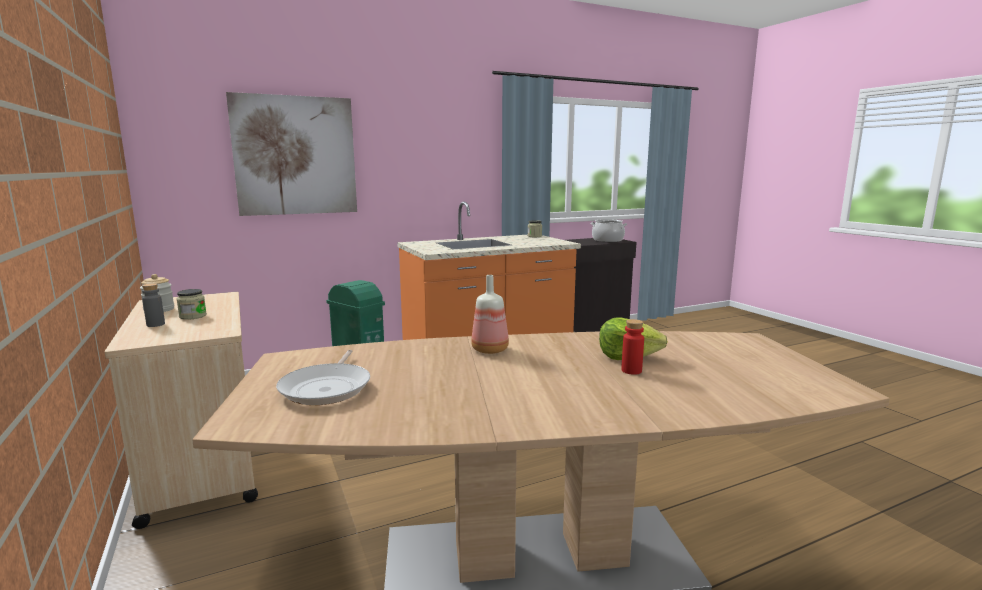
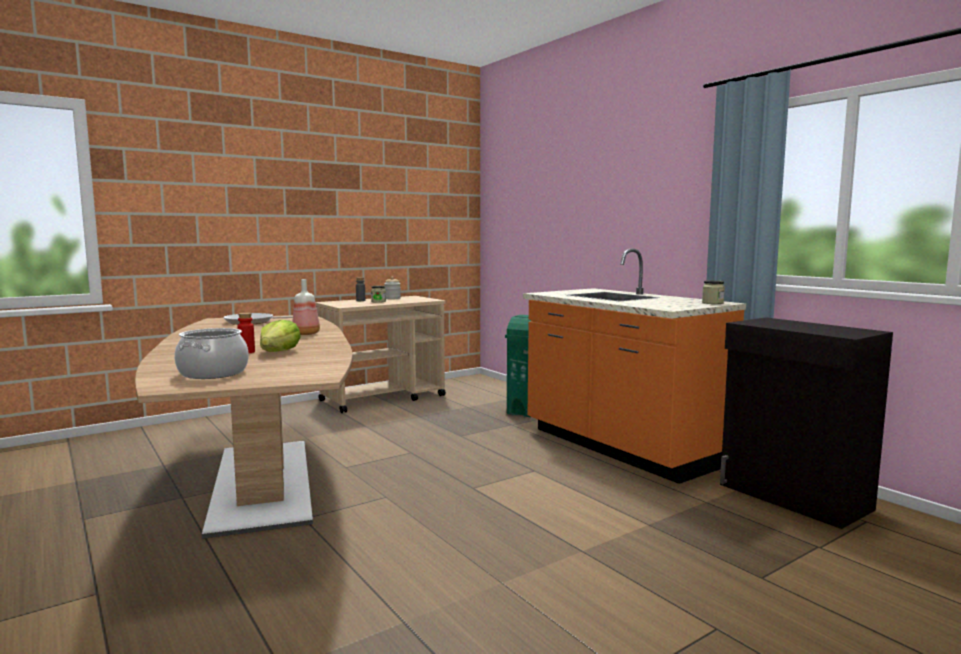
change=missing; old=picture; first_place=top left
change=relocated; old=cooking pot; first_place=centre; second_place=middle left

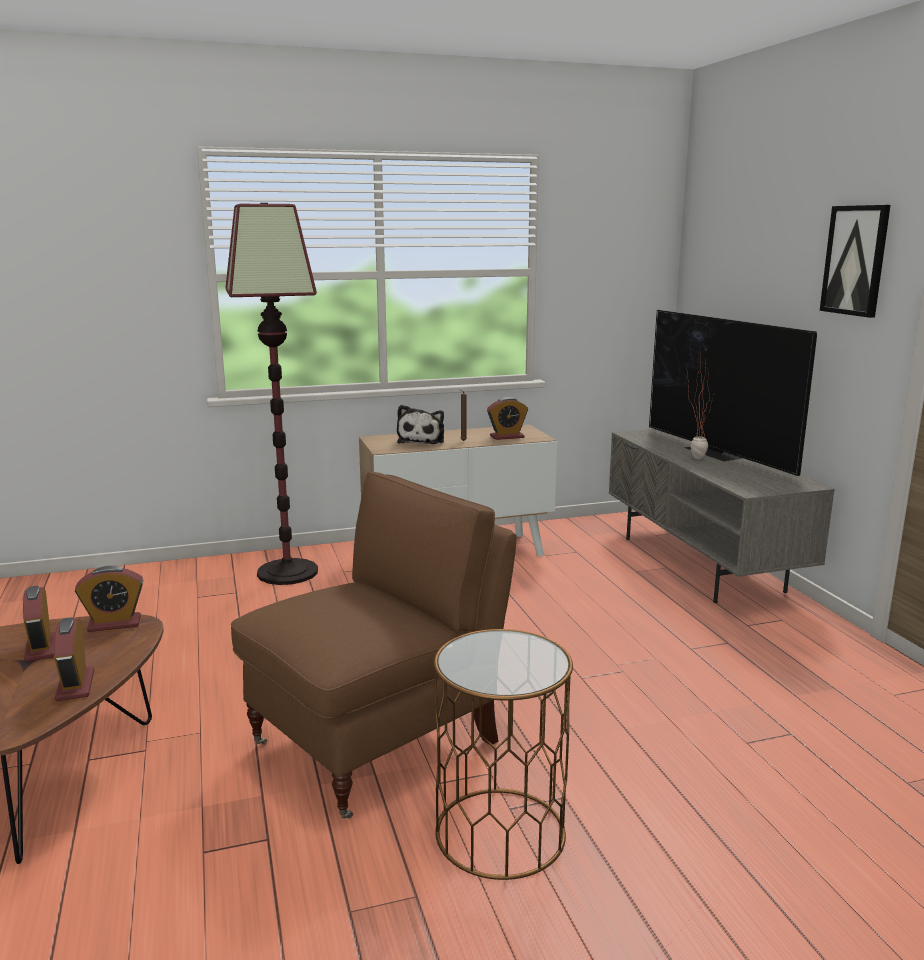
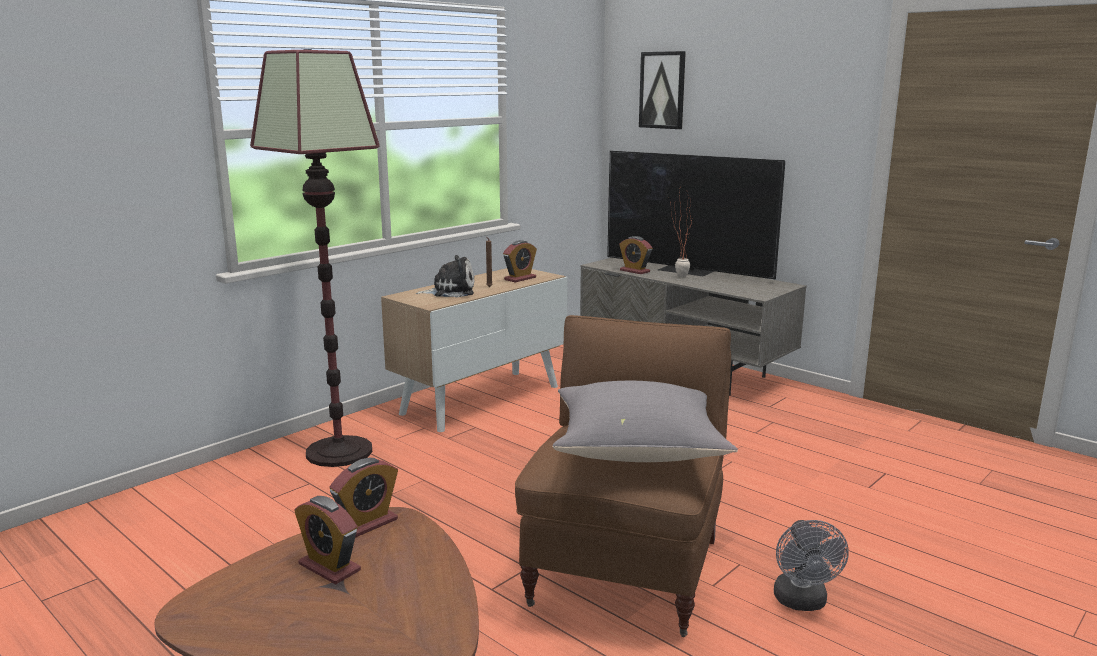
change=appeared; new=pillow/grey; second_place=centre
change=relocated; old=alarm clock (no. 2 from left in the first image); new=alarm clock (no. 4 from left); first_place=bottom left; second_place=centre
change=relocated; old=picture; first_place=top right; second_place=top centre
change=exchanged; old=side table/brown; new=fan/grey; first_place=bottom centre; second_place=bottom right
change=spun; old=plush toy; first_place=centre; second_place=centre; degrees=-75

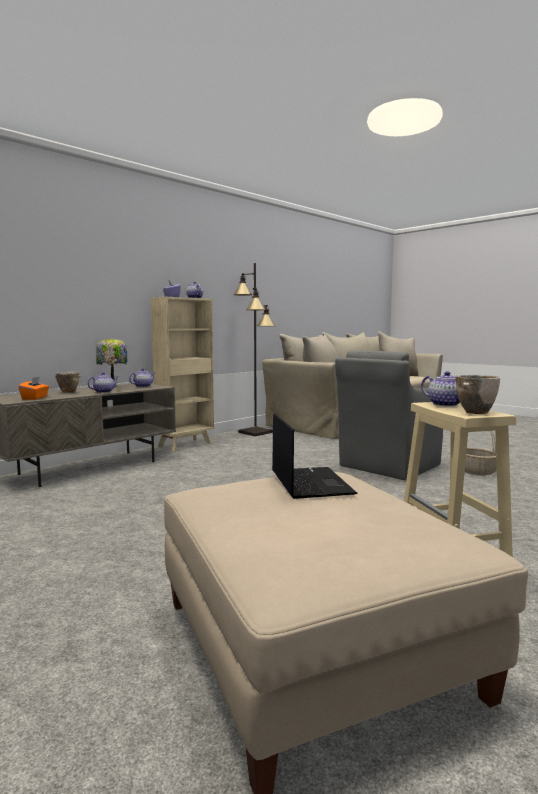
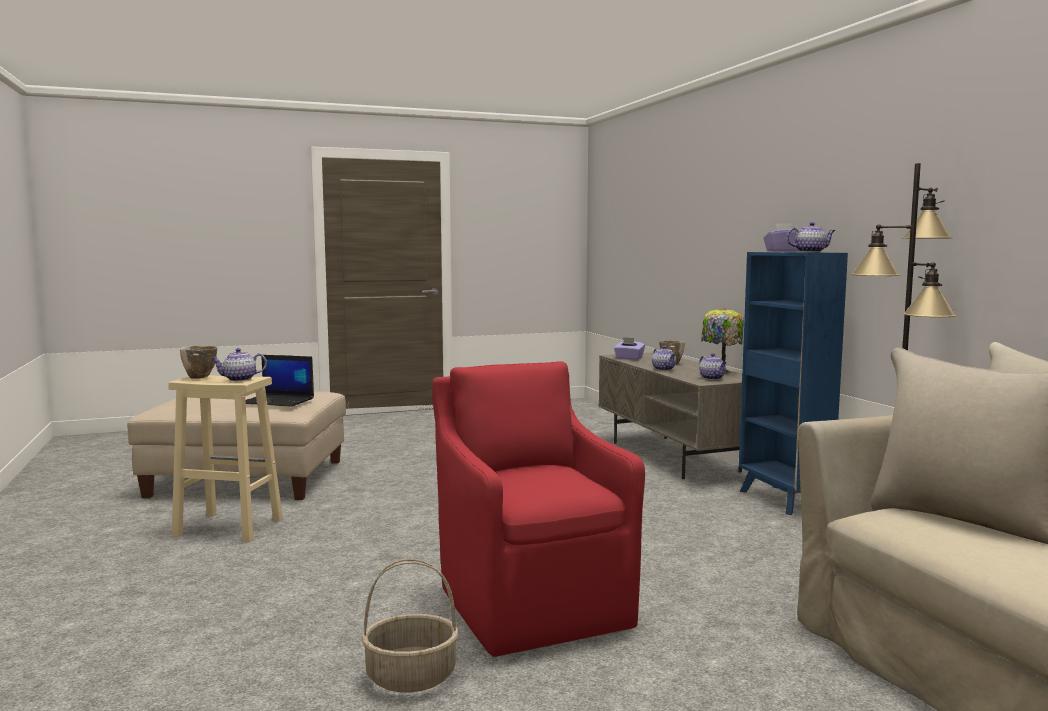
change=colour; old=tissue box/orange; new=tissue box/purple (no. 1 from left); first_place=middle left; second_place=centre
change=colour; old=bookcase/beige; new=bookcase/blue; first_place=centre; second_place=middle right
change=colour; old=armchair/grey; new=armchair/red; first_place=middle right; second_place=bottom centre

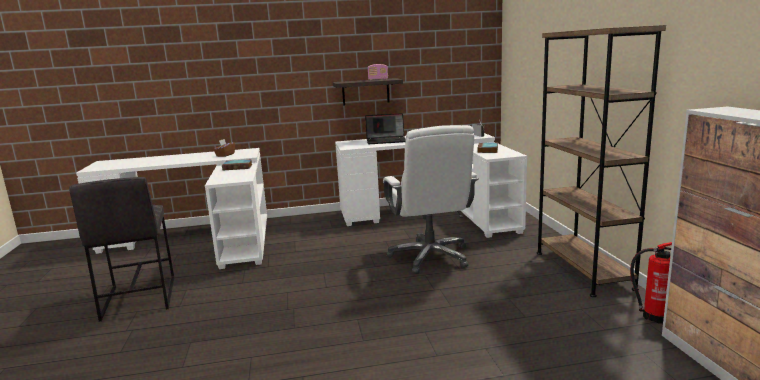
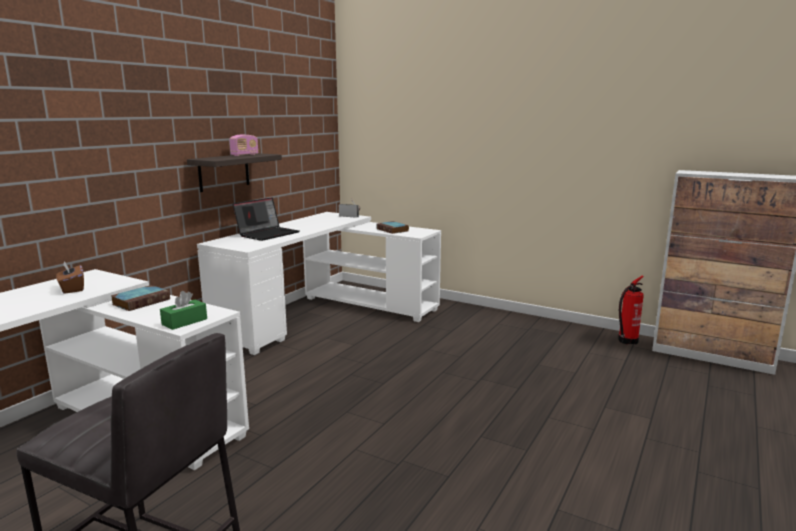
change=missing; old=office chair/white; first_place=centre
change=missing; old=bookcase/brown; first_place=middle right
change=appeared; new=tissue box/green; second_place=middle left

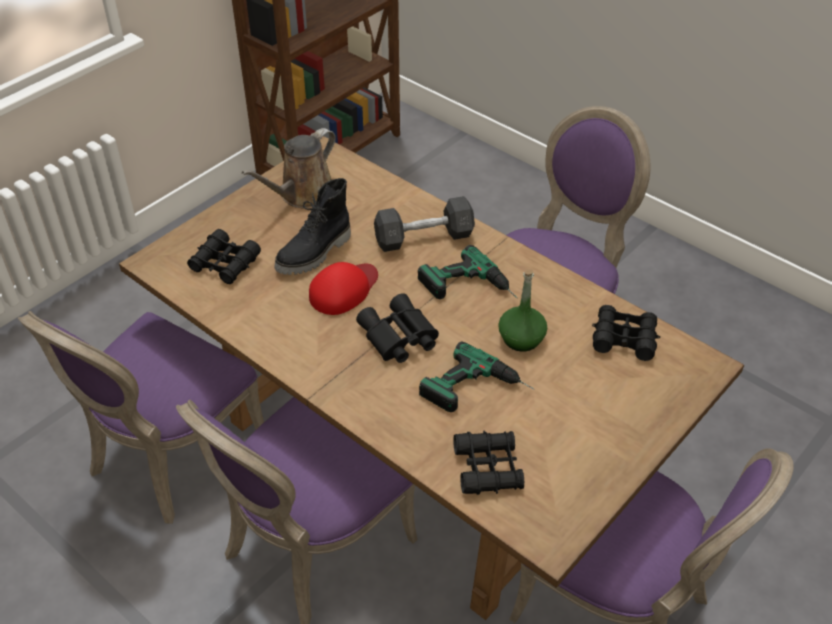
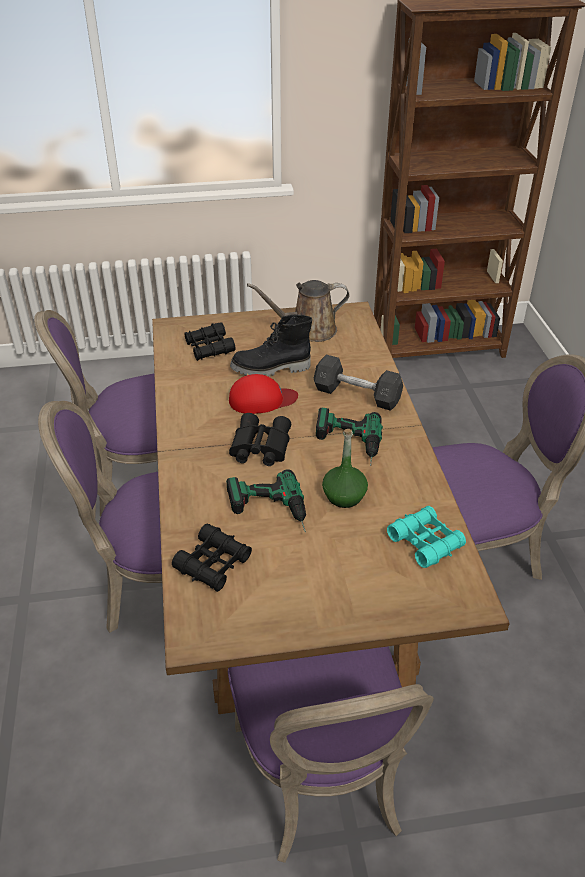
change=colour; old=binoculars/black (no. 4 from left); new=binoculars/turquoise; first_place=middle right; second_place=middle right

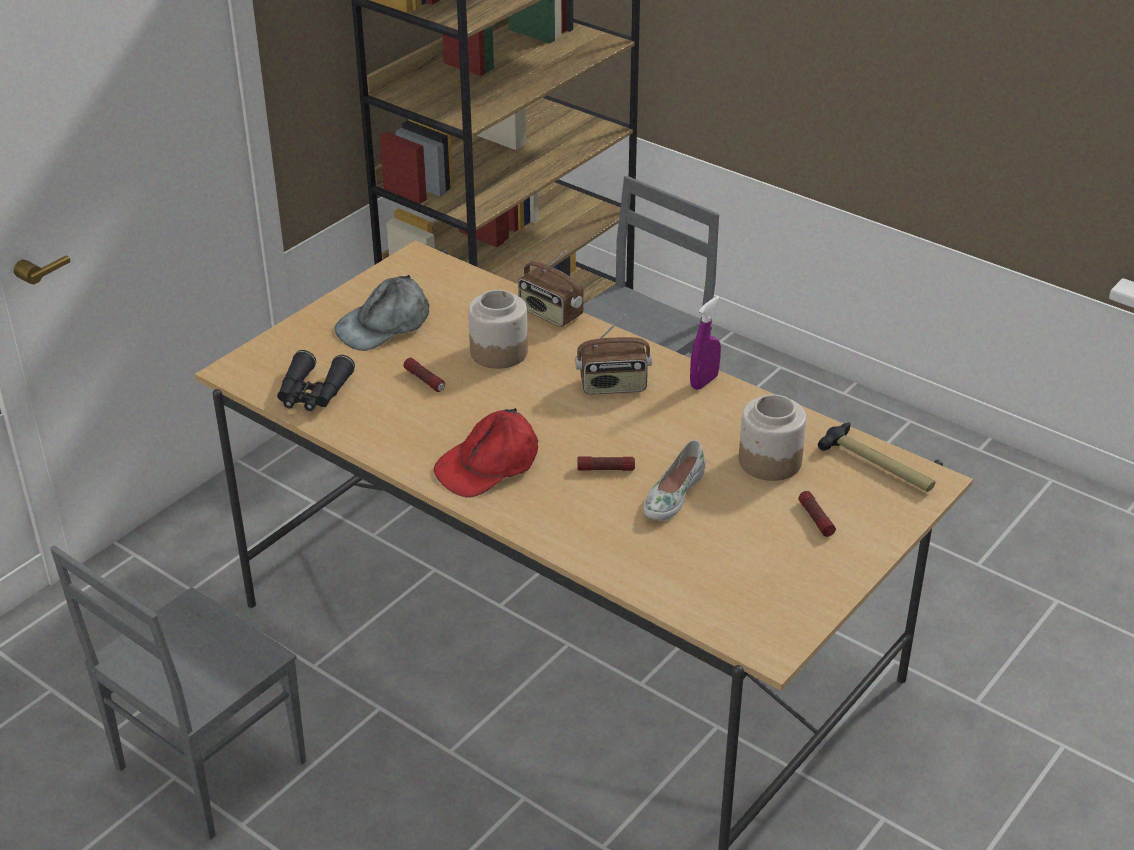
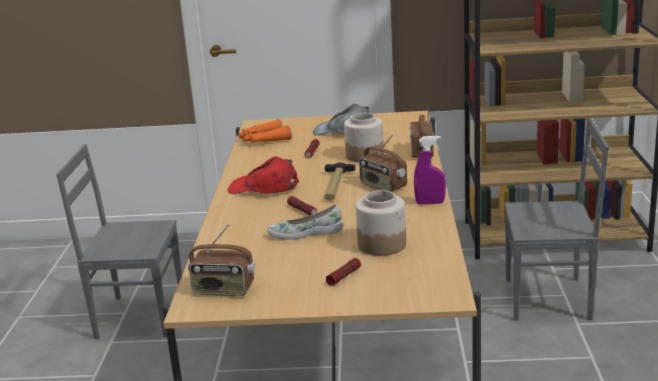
change=appeared; new=radio (no. 1 from left); second_place=bottom centre
change=relocated; old=hammer; first_place=middle right; second_place=centre
change=colour; old=binoculars/black; new=binoculars/orange; first_place=middle left; second_place=centre

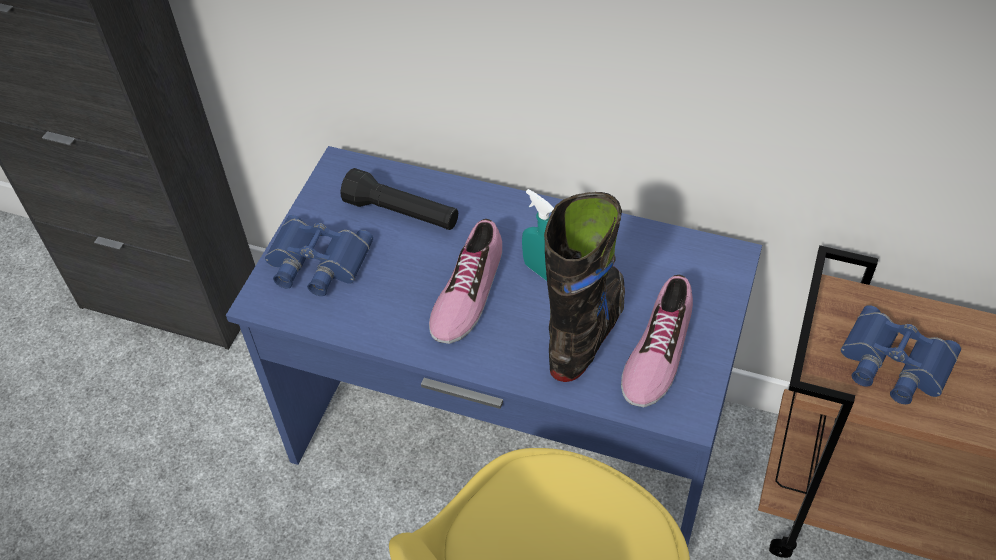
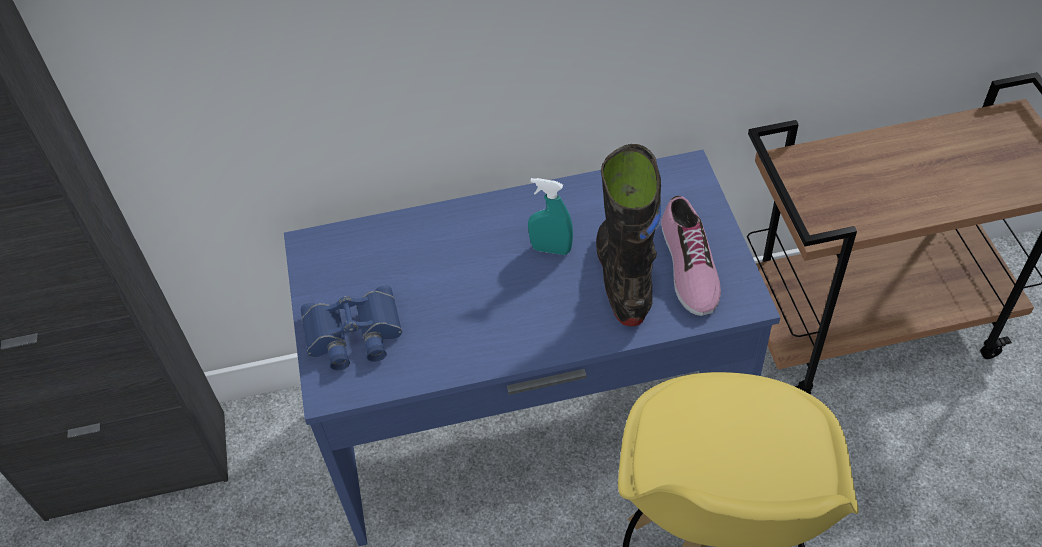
change=missing; old=flashlight/black; first_place=centre
change=missing; old=shoe (no. 1 from left); first_place=centre
change=missing; old=binoculars/blue (no. 2 from left); first_place=middle right

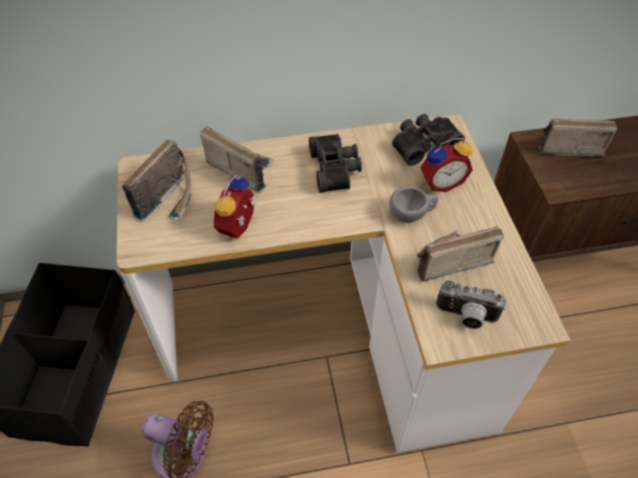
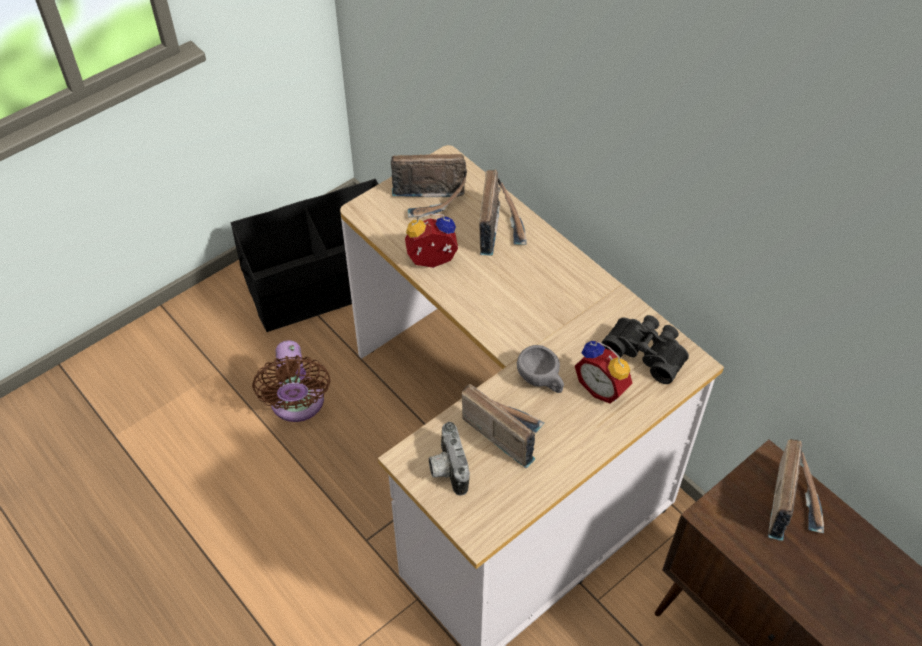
change=missing; old=binoculars/black (no. 1 from left); first_place=centre
change=spun; old=radio (no. 4 from left); first_place=top right; second_place=bottom right; degrees=45

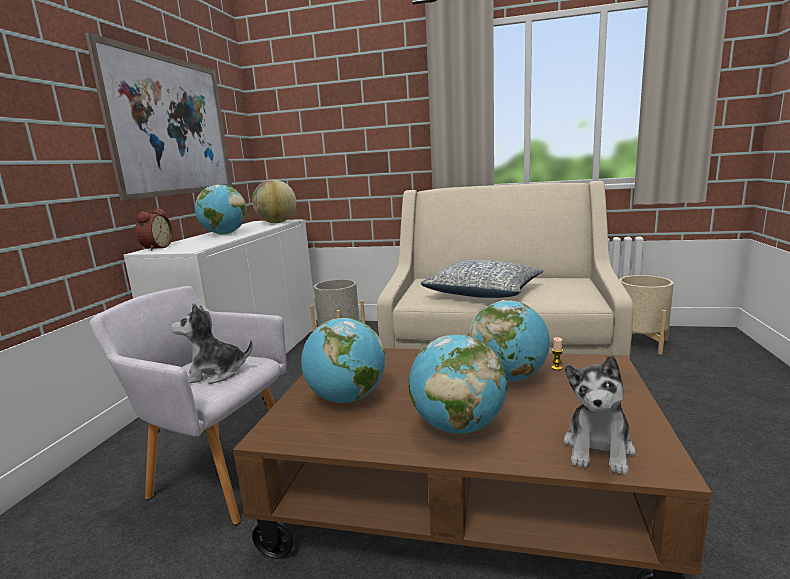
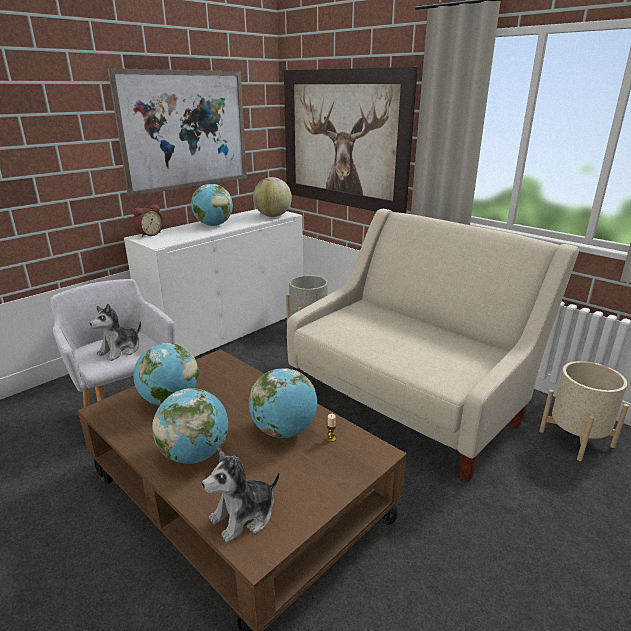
change=missing; old=pillow; first_place=centre
change=appeared; new=picture (no. 2 from left); second_place=top centre
change=spun; old=plush toy (no. 1 from left); first_place=middle left; second_place=middle left; degrees=-75

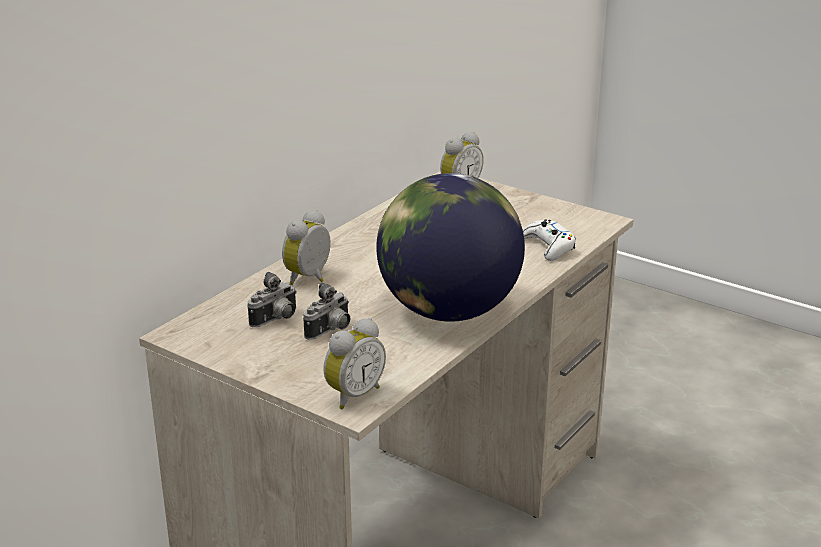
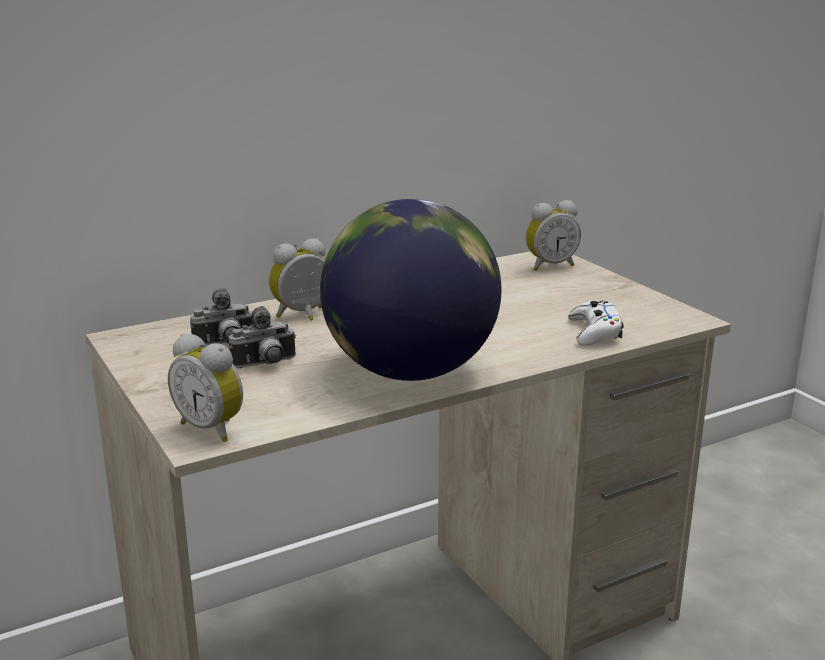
change=spun; old=alarm clock (no. 2 from left in the first image); first_place=centre; second_place=middle left; degrees=60

